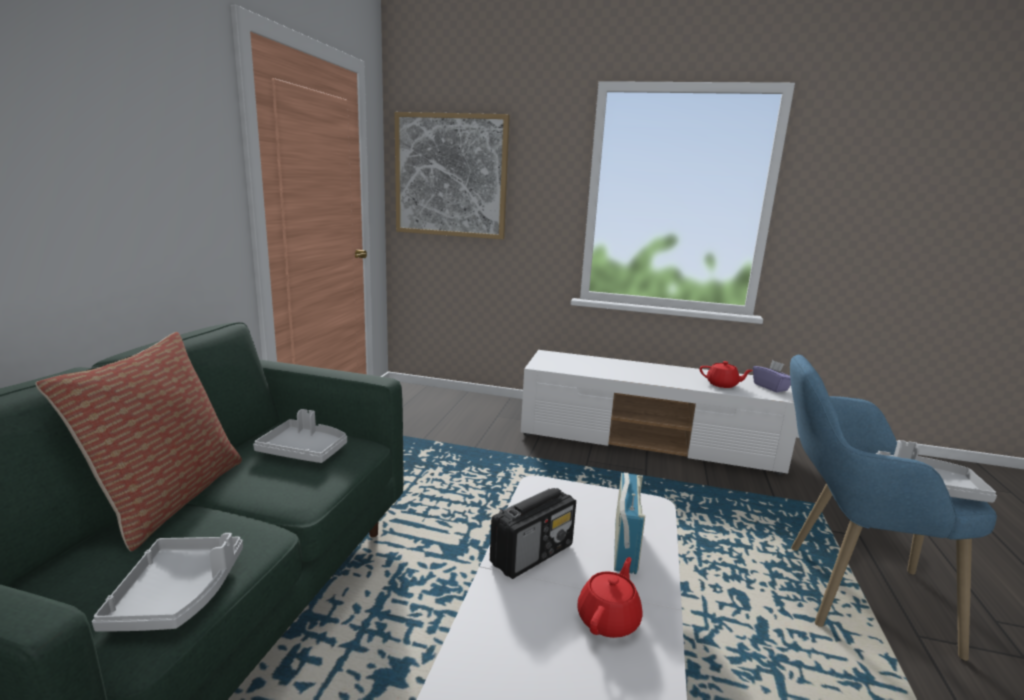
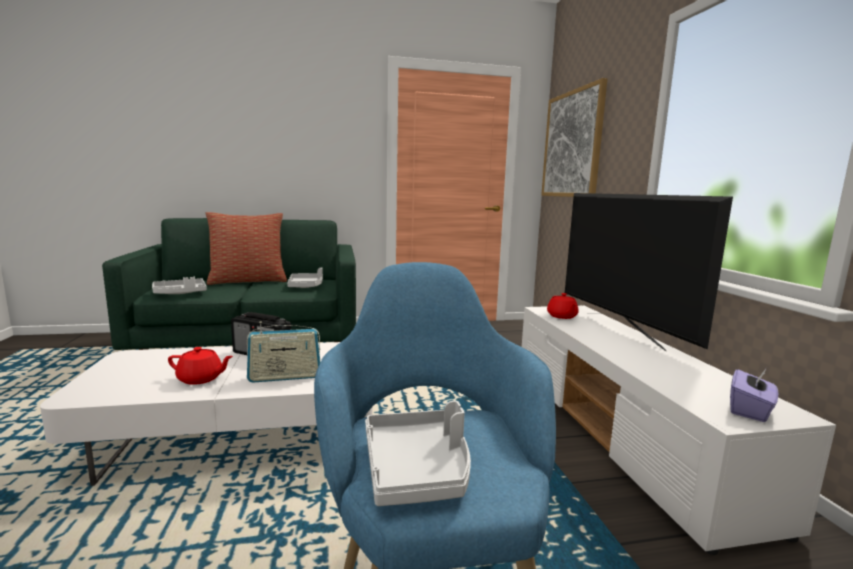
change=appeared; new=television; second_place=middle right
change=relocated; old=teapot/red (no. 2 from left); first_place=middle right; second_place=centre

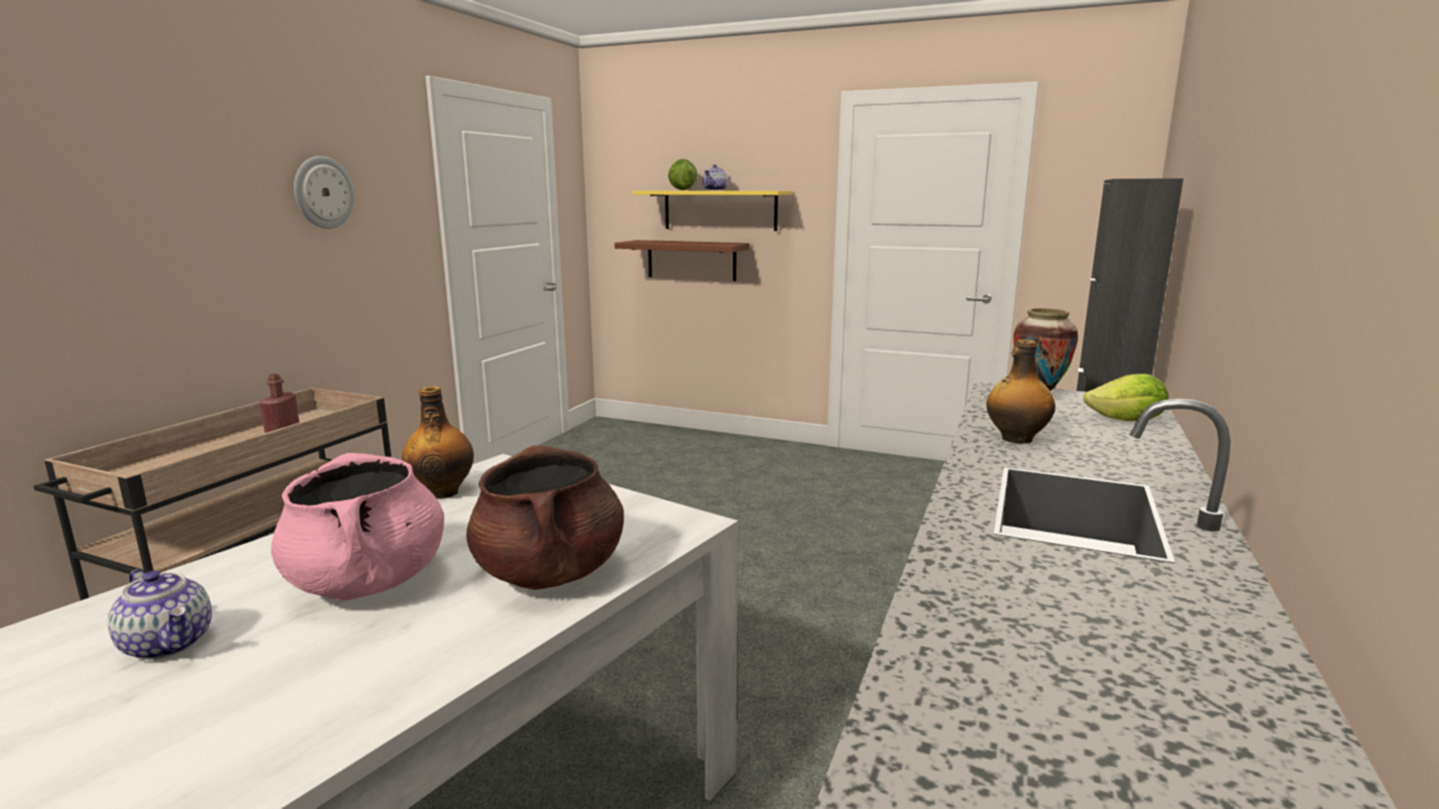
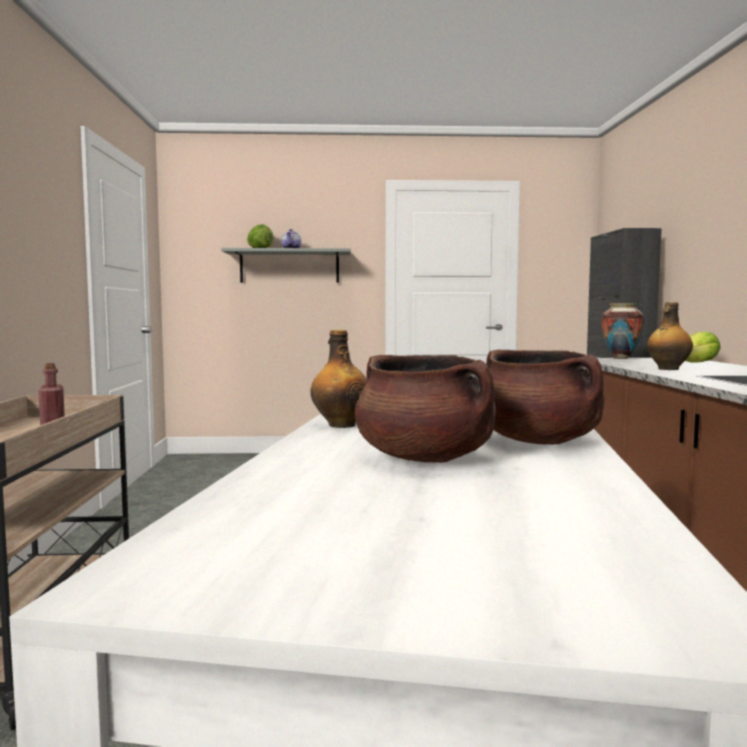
change=missing; old=teapot (no. 1 from left); first_place=bottom left
change=missing; old=wall clock; first_place=top left
change=missing; old=shelf/brown; first_place=top centre
change=colour; old=cooking pot/pink; new=cooking pot/brown (no. 1 from left); first_place=middle left; second_place=centre
change=colour; old=shelf/yellow; new=shelf/grey; first_place=top centre; second_place=centre

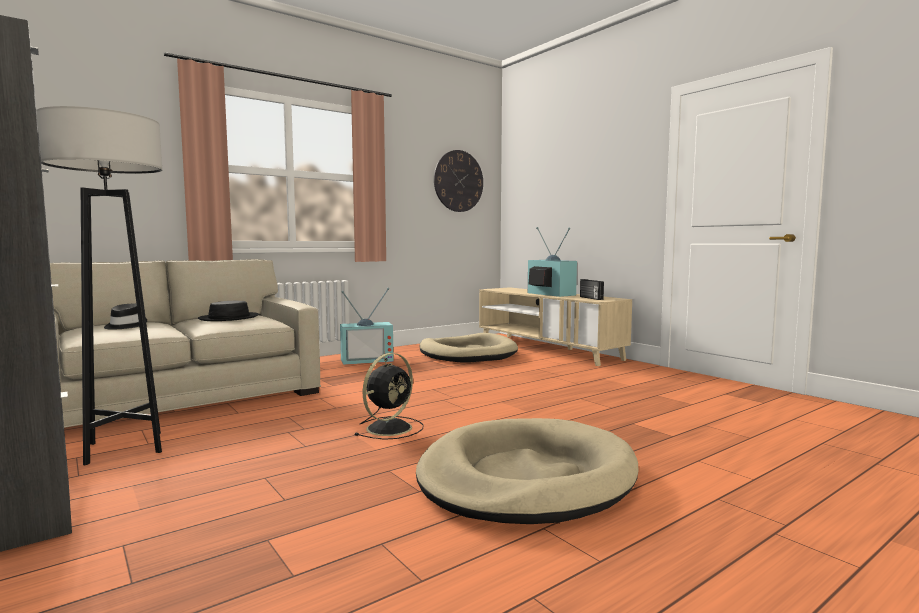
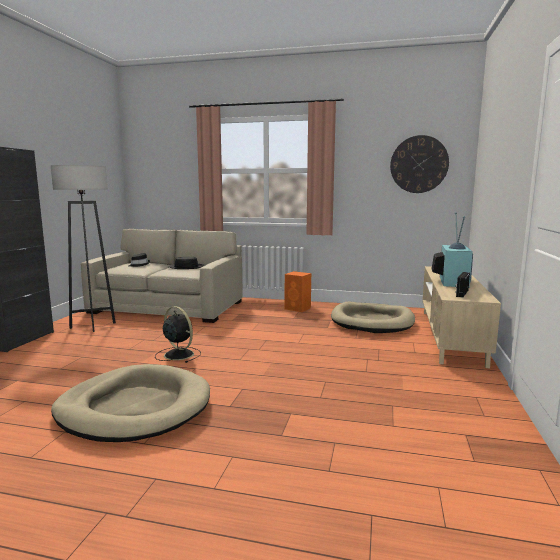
change=exchanged; old=television (no. 1 from left); new=speaker/orange; first_place=centre; second_place=centre
change=spun; old=fan/black; first_place=centre; second_place=middle left; degrees=-135

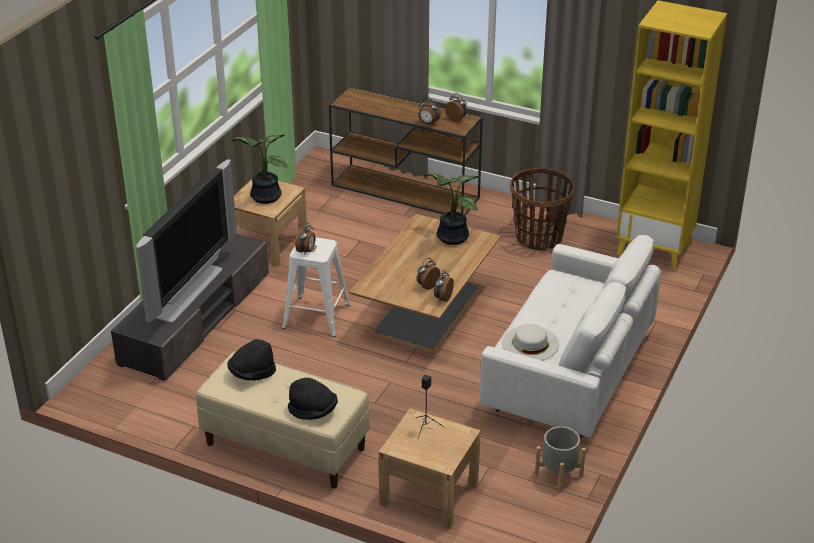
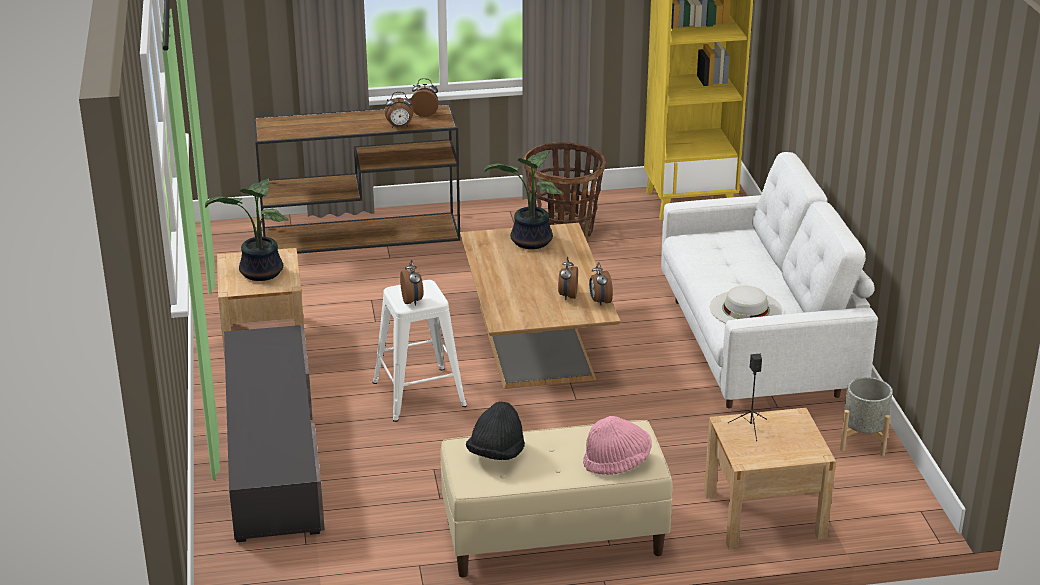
change=missing; old=television; first_place=middle left
change=colour; old=hat/black (no. 2 from left); new=hat/pink; first_place=bottom centre; second_place=bottom centre

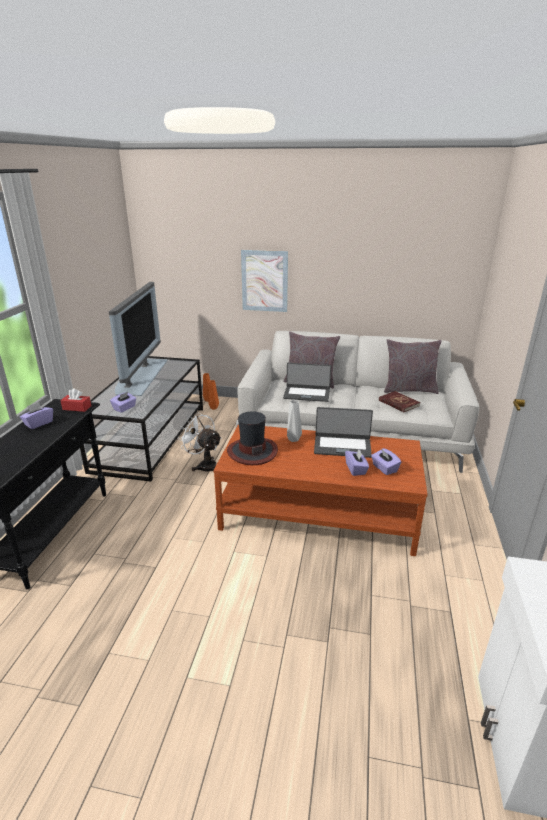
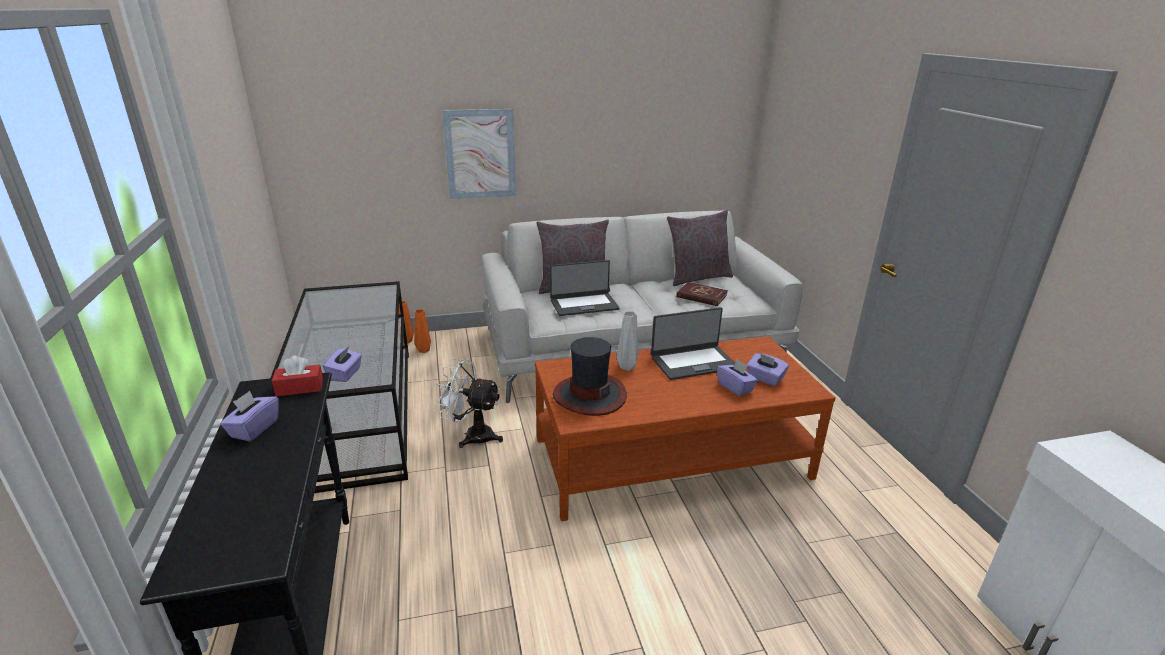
change=missing; old=television; first_place=middle left

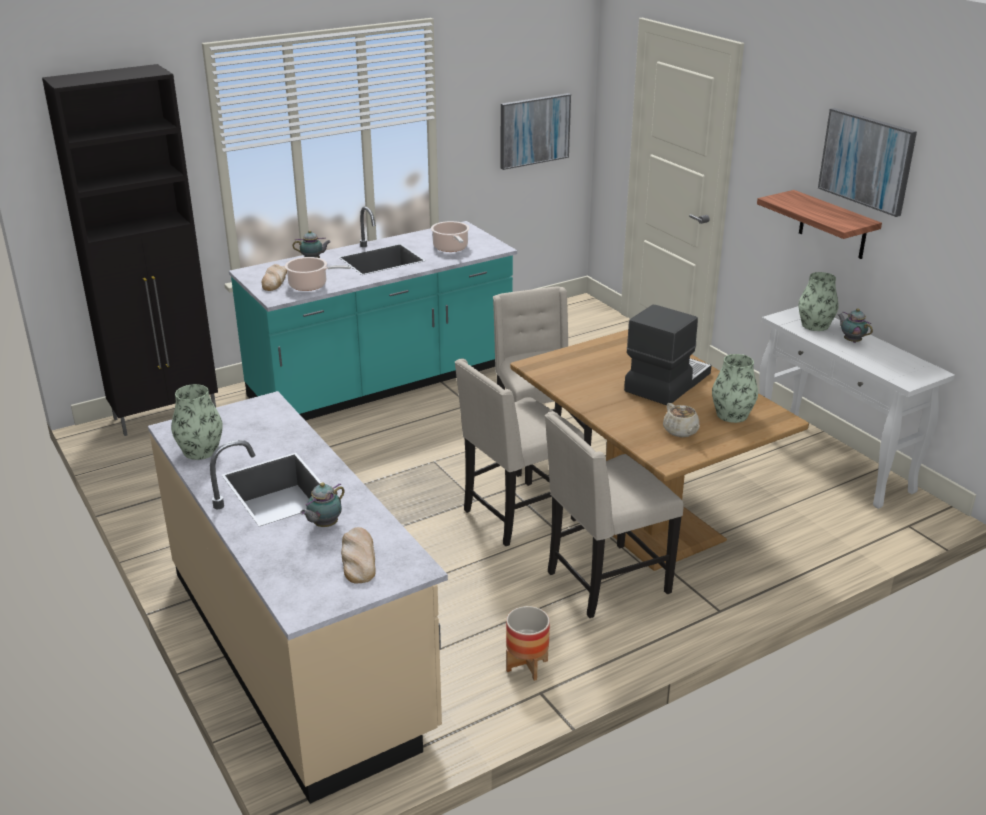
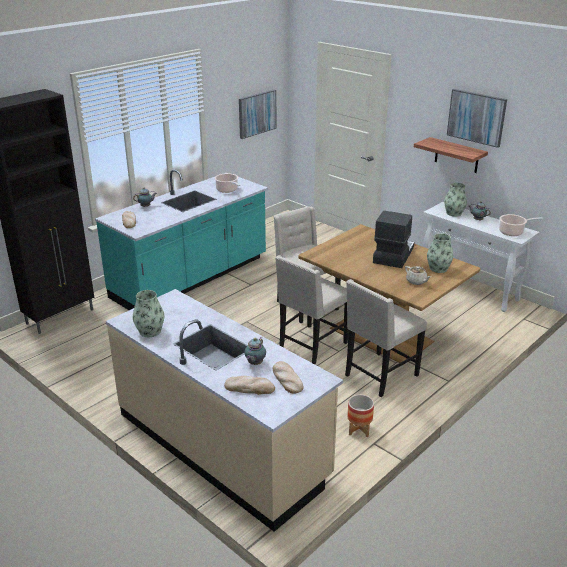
change=appeared; new=bread (no. 2 from left); second_place=bottom centre
change=relocated; old=cooking pot (no. 1 from left in the first image); new=cooking pot (no. 2 from left); first_place=middle left; second_place=middle right

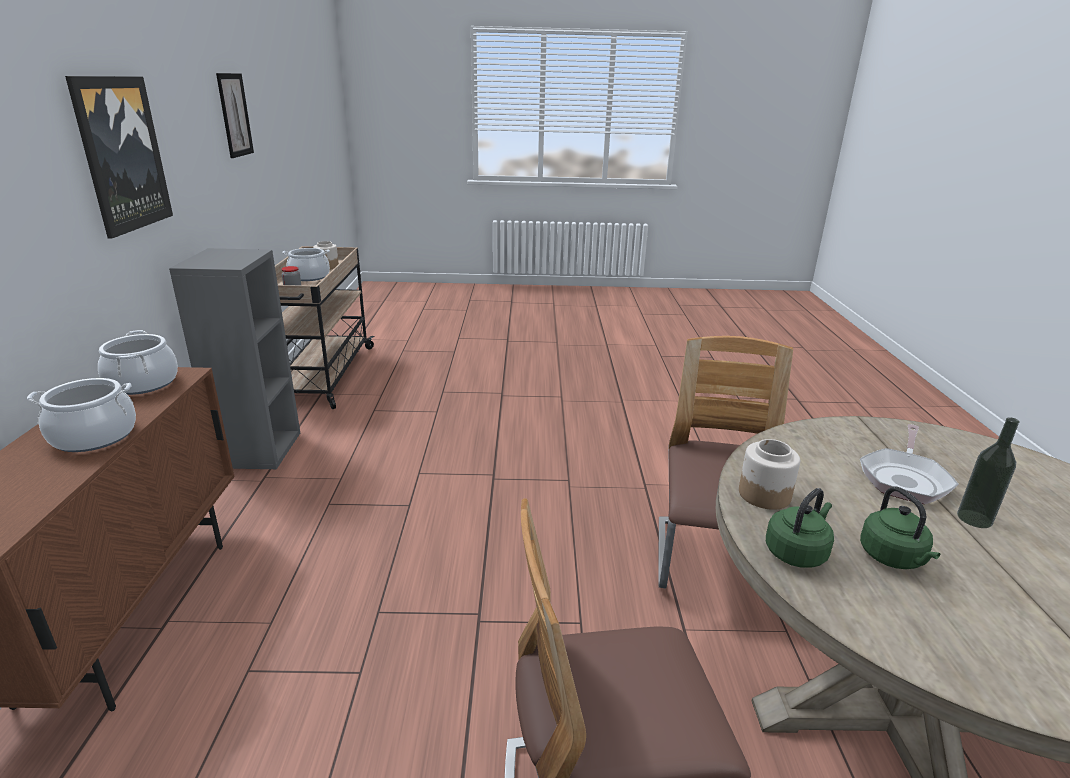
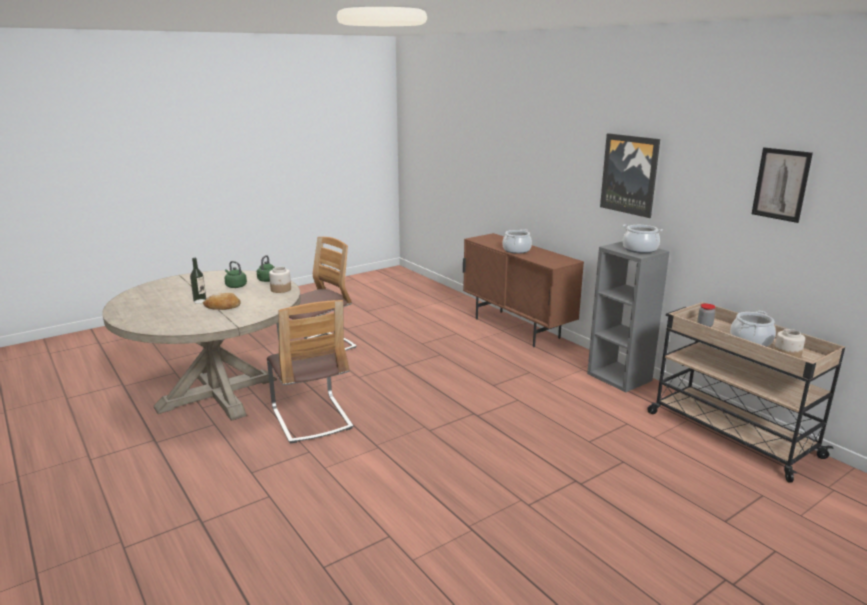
change=relocated; old=cooking pot (no. 2 from left); first_place=middle left; second_place=middle right
change=exchanged; old=frying pan; new=bread; first_place=middle right; second_place=middle left

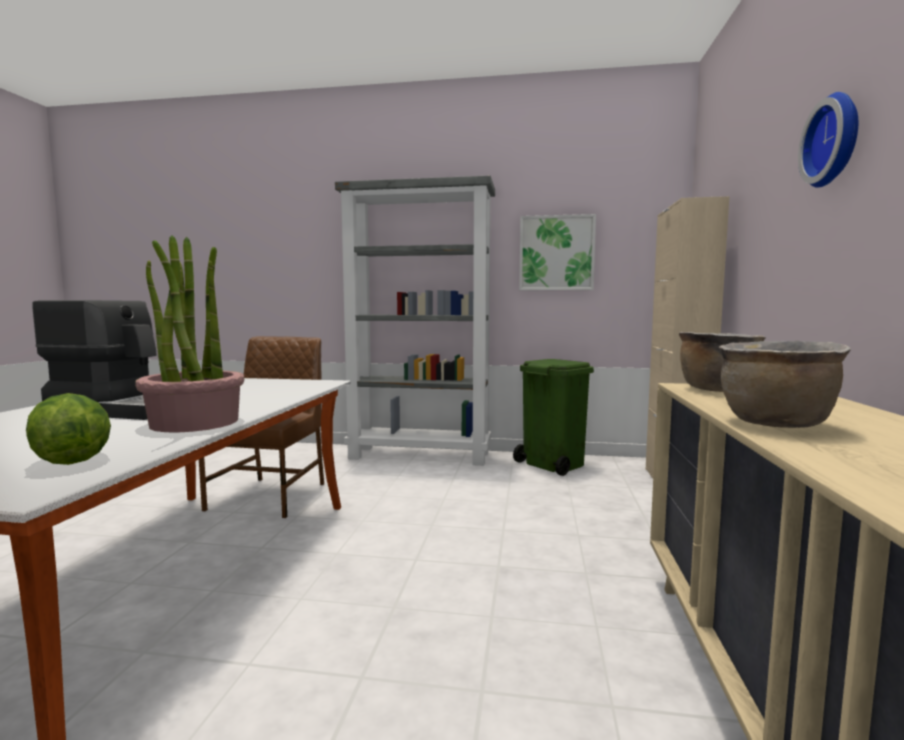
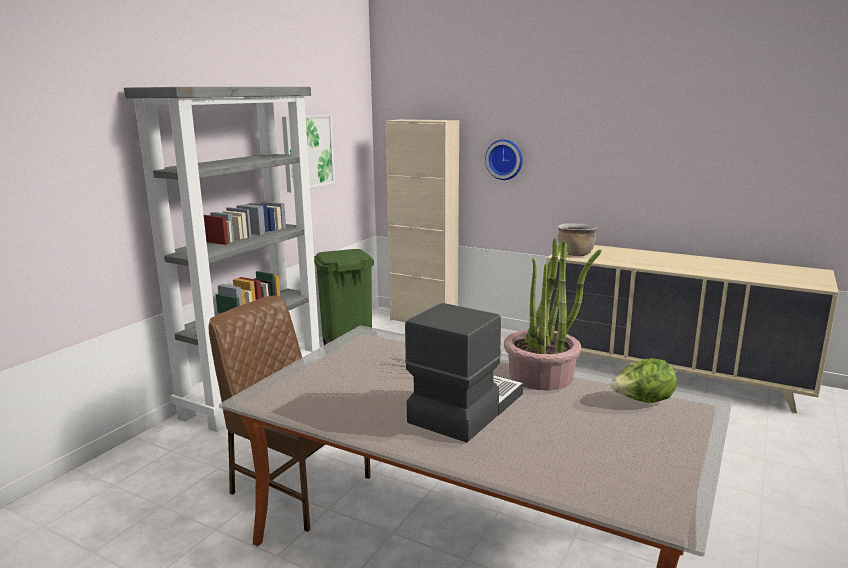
change=missing; old=cooking pot/brown (no. 2 from left); first_place=middle right
change=relocated; old=wall clock; first_place=top right; second_place=top centre

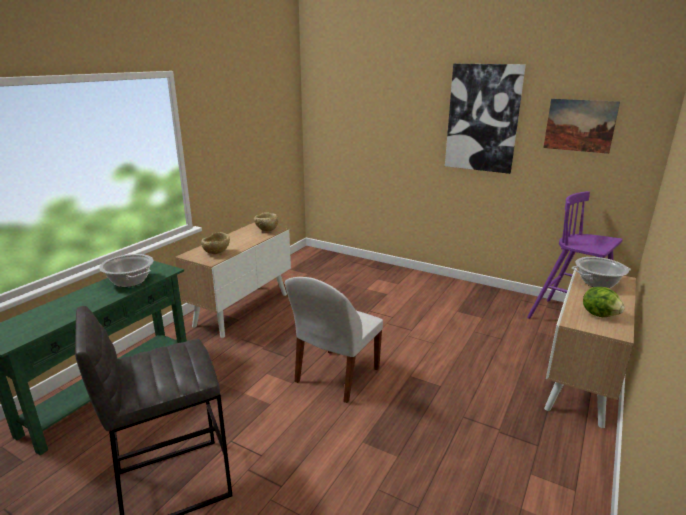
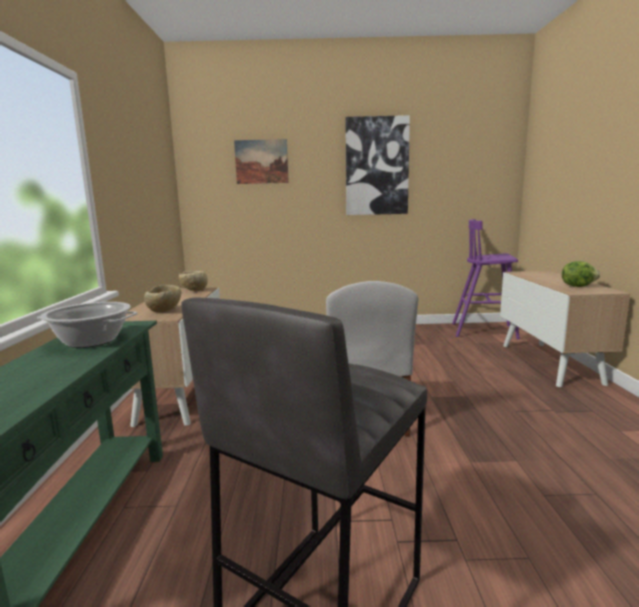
change=missing; old=cooking pot (no. 2 from left); first_place=middle right
change=relocated; old=picture (no. 2 from left in the first image); new=picture (no. 1 from left); first_place=top right; second_place=top centre

